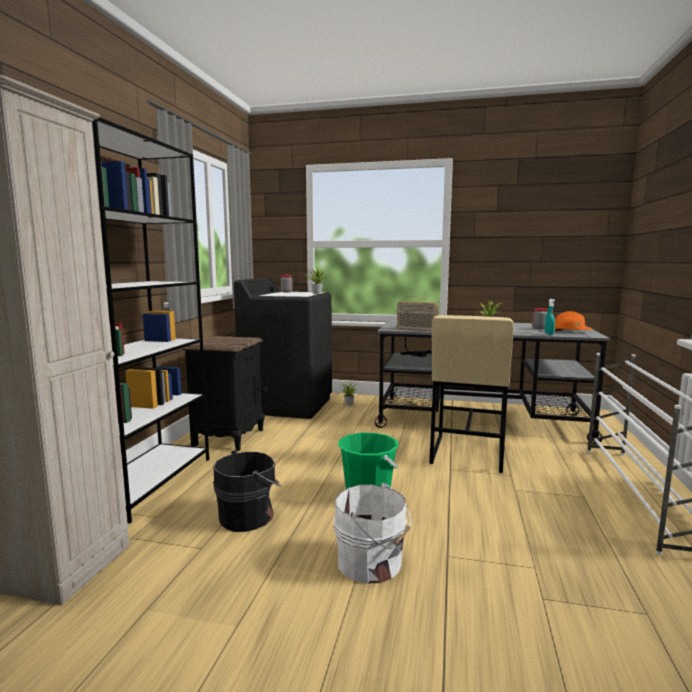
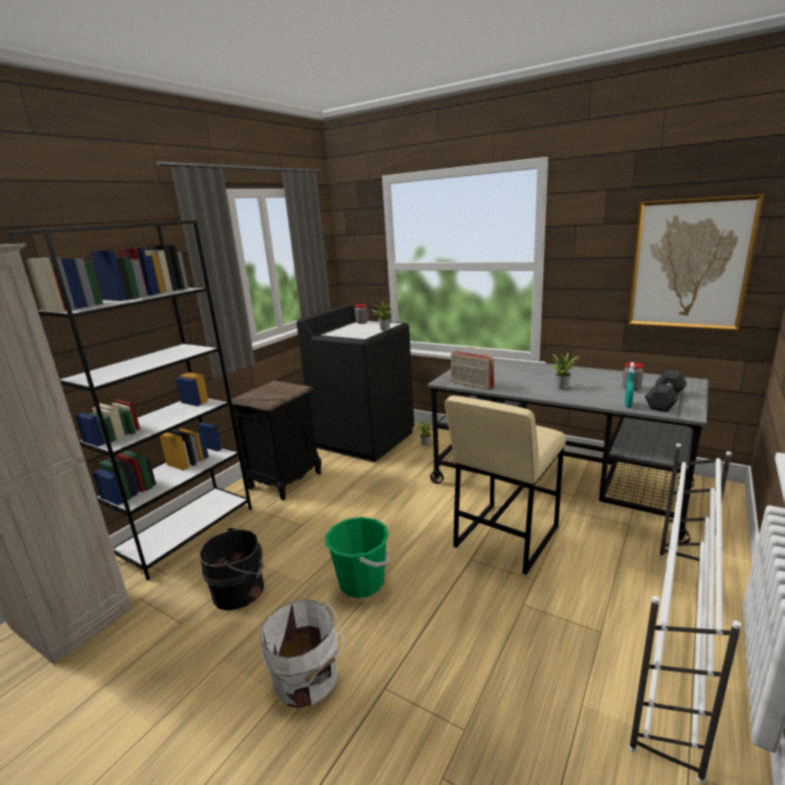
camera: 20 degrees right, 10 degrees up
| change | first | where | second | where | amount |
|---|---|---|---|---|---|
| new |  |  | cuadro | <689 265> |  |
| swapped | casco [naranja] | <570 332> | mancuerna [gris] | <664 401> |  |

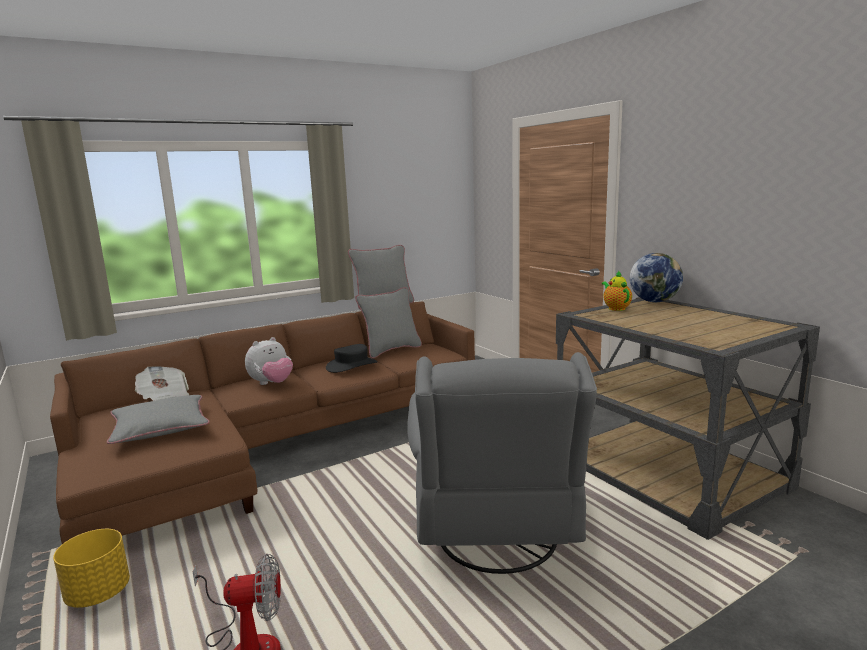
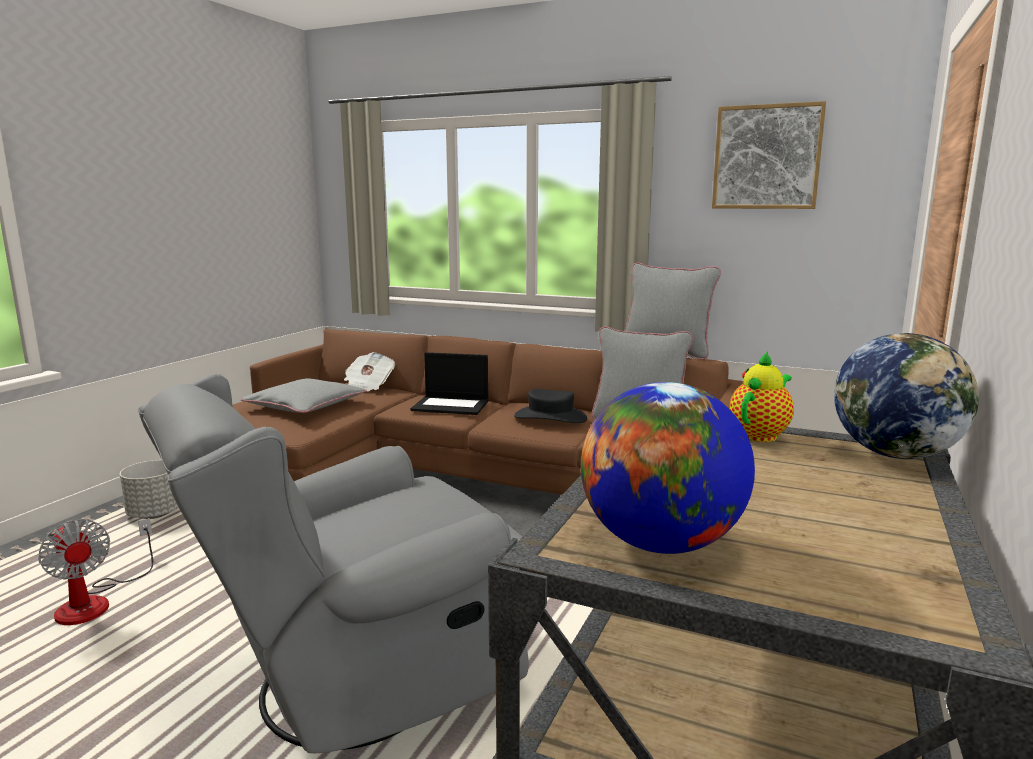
camera: 55 degrees right, 0 degrees up
| change | first | where | second | where | amount |
|---|---|---|---|---|---|
| repainted | maceta [amarillo] | <98 594> | maceta [gris] | <155 514> |  |
| swapped | peluche | <271 383> | portátil | <451 405> |  |
| new |  |  | globo terráqueo | <661 543> |  |
| new |  |  | cuadro | <766 157> |  |

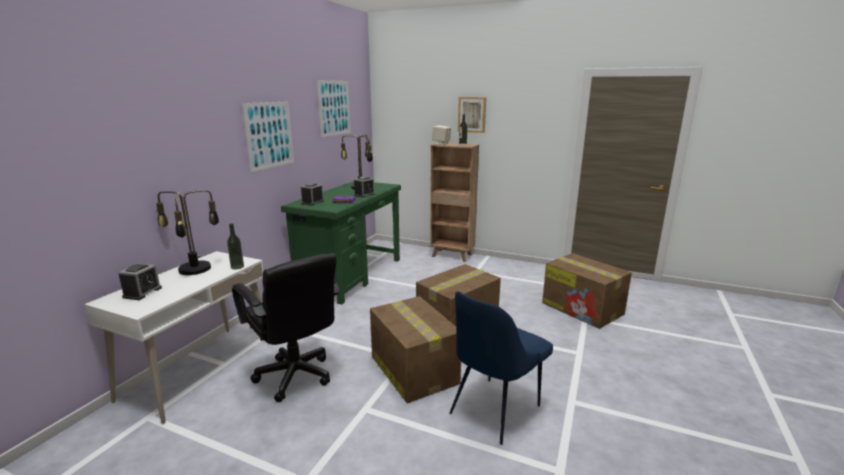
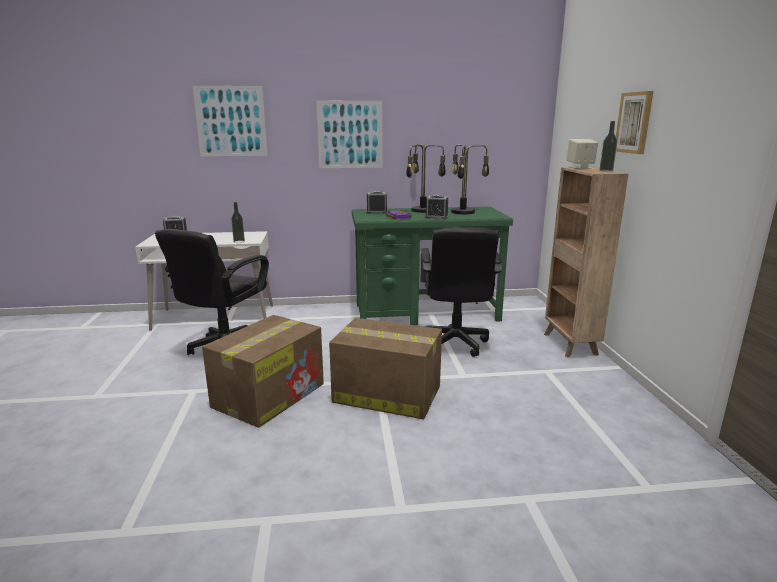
camera: 60 degrees right, 0 degrees up
| change | first | where | second | where | amount |
|---|---|---|---|---|---|
| shifted | cuadro | <334 108> |  | <231 121> |  |
| shifted | lámpara de mesa | <194 269> |  | <422 210> |  |
| new |  |  | silla de oficina [negro] | <456 345> |  |
| gone | silla [azul] | <494 410> |  |  |  |
| gone | caja de cartón | <583 309> |  |  |  |

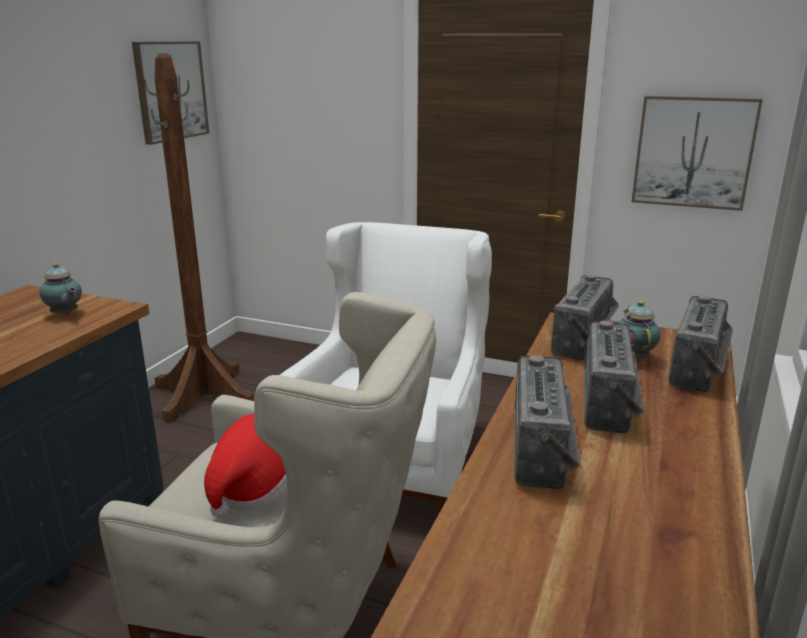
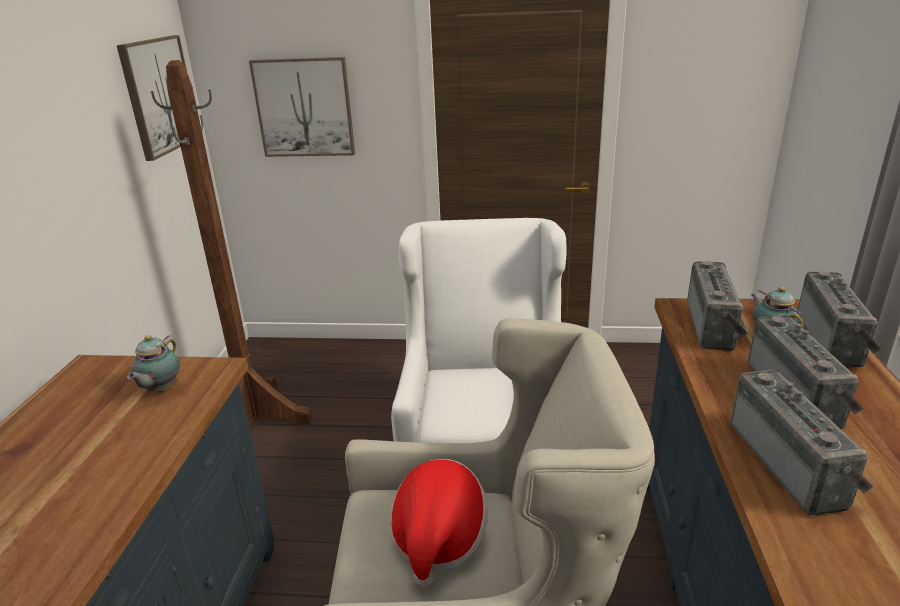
camera: 15 degrees left, 5 degrees up
| change | first | where | second | where | amount |
|---|---|---|---|---|---|
| rotated | tetera | <65 314> |  | <161 390> | 75 degrees clockwise |
| shifted | cuadro | <693 152> |  | <304 107> |  |

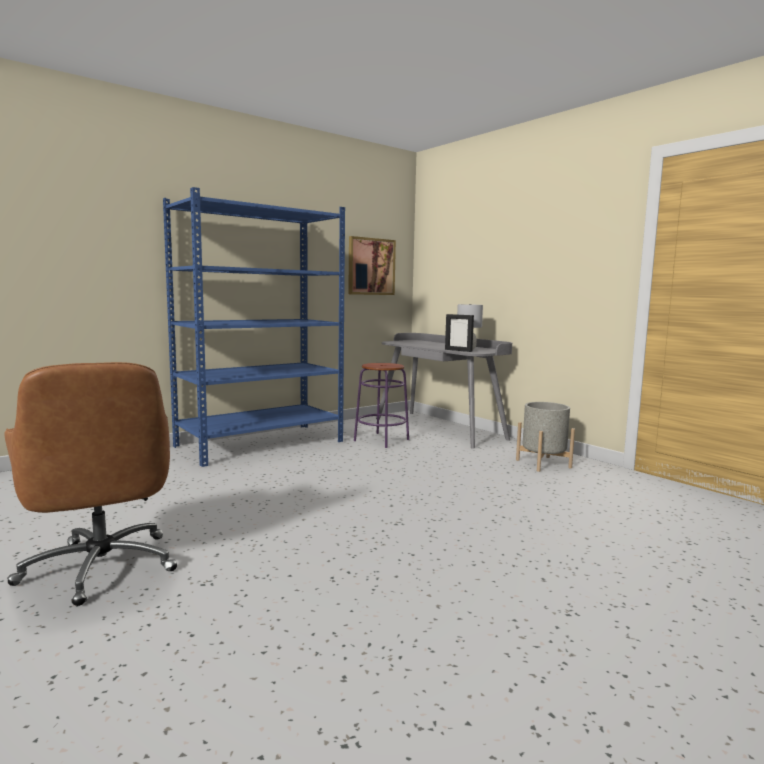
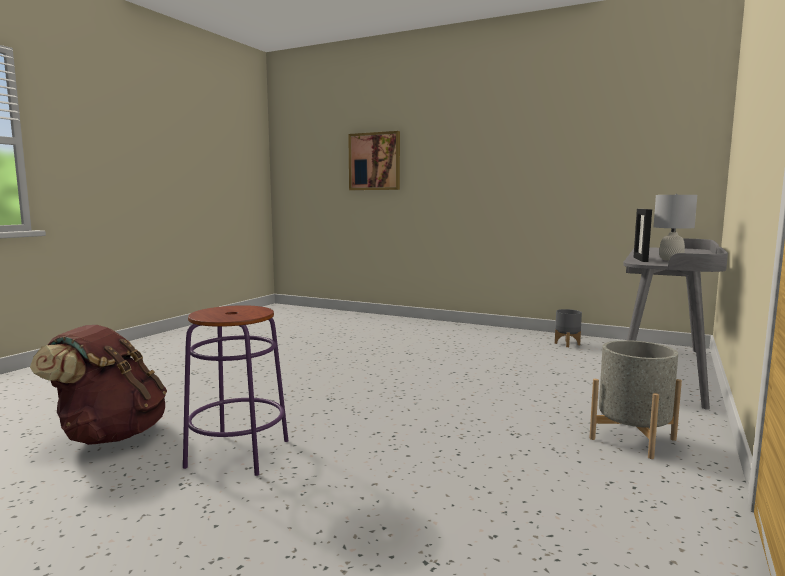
camera: 65 degrees right, 0 degrees up
| change | first | where | second | where | amount |
|---|---|---|---|---|---|
| new |  |  | mochila [marrón] | <110 435> |  |
| shifted | taburete [morado] | <381 440> |  | <238 453> |  |
| shifted | cuadro | <371 266> |  | <374 161> |  |
| new |  |  | maceta [gris] | <567 344> |  |
| gone | silla de oficina [marrón] | <100 567> |  |  |  |
| gone | estantería [azul] | <260 444> |  |  |  |

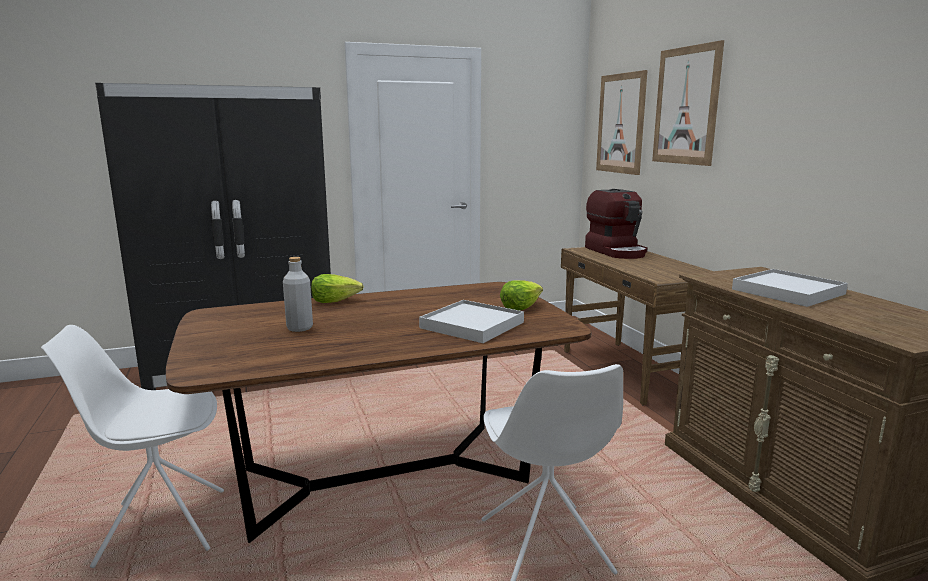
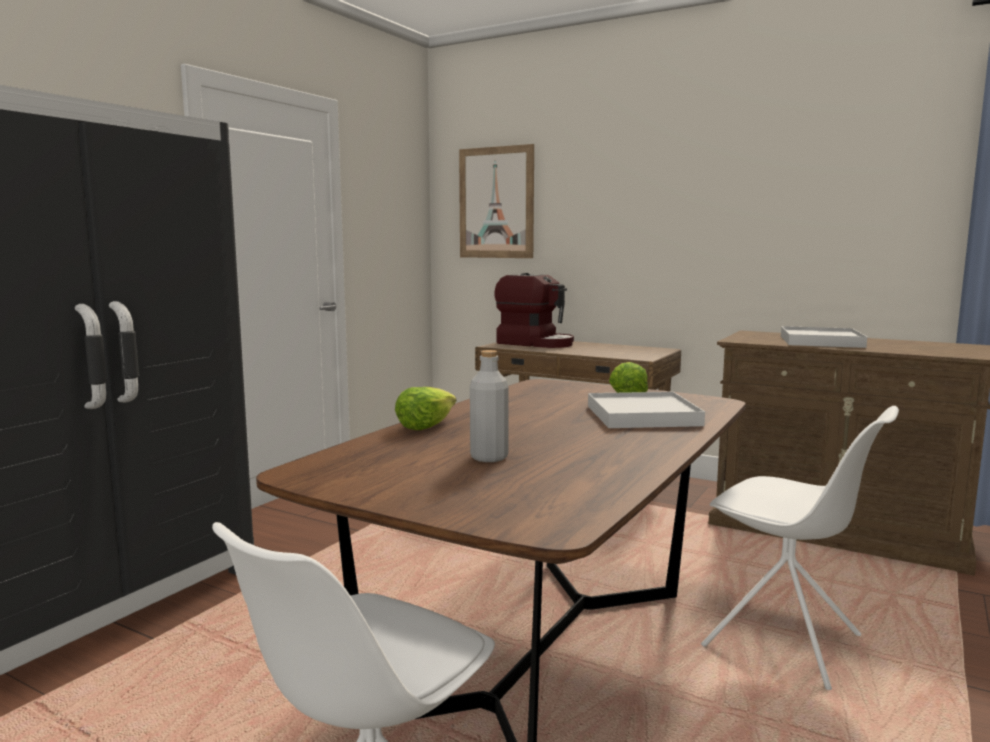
camera: 40 degrees left, 5 degrees down
| change | first | where | second | where | amount |
|---|---|---|---|---|---|
| gone | cuadro | <686 106> |  |  |  |

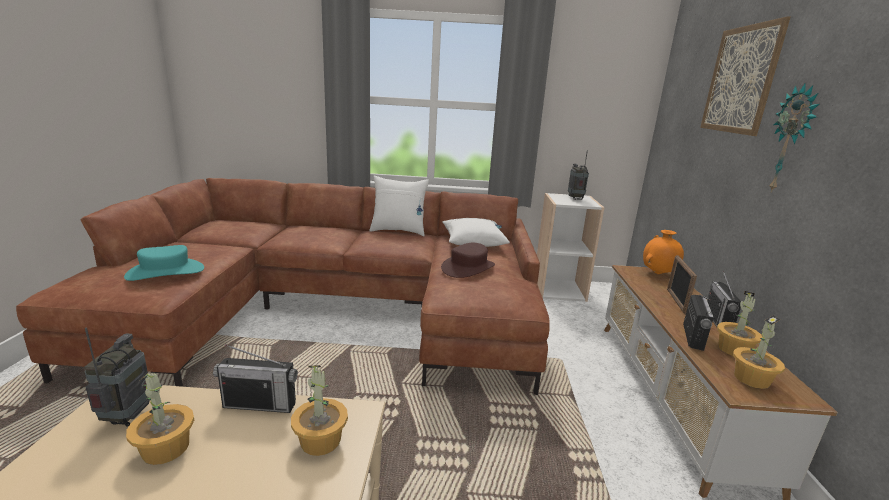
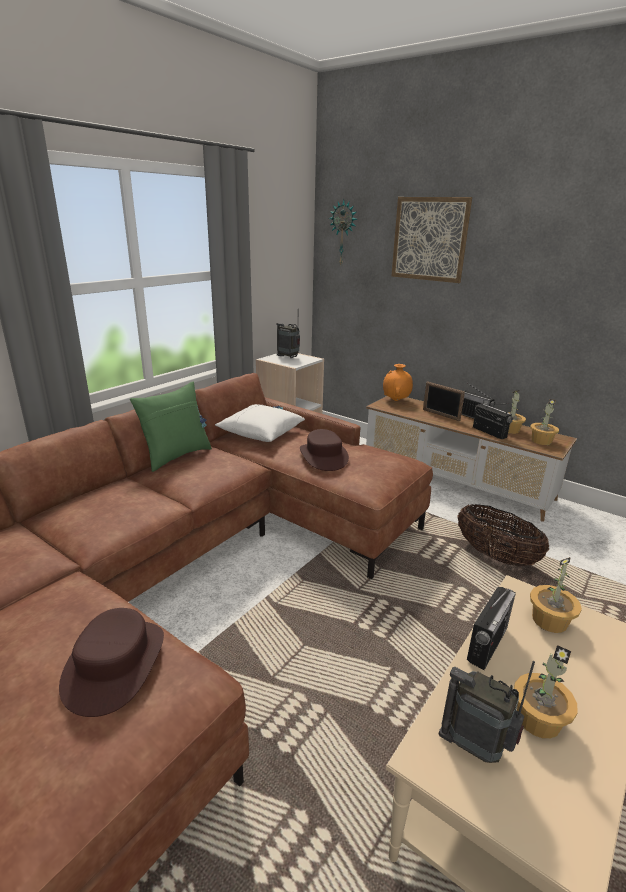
camera: 55 degrees left, 5 degrees up
| change | first | where | second | where | amount |
|---|---|---|---|---|---|
| repainted | sombrero [turquesa] | <166 272> | sombrero [marrón] | <115 664> |  |
| repainted | cojín [blanco] | <398 231> | cojín [verde] | <176 457> |  |
| shifted | reloj de pared | <792 140> |  | <343 233> |  |
| new |  |  | cesta | <495 556> |  |

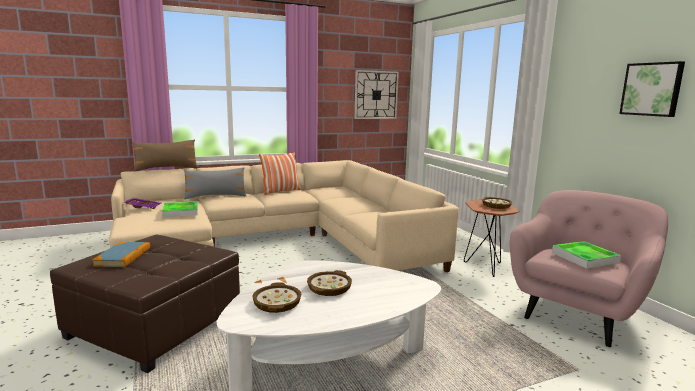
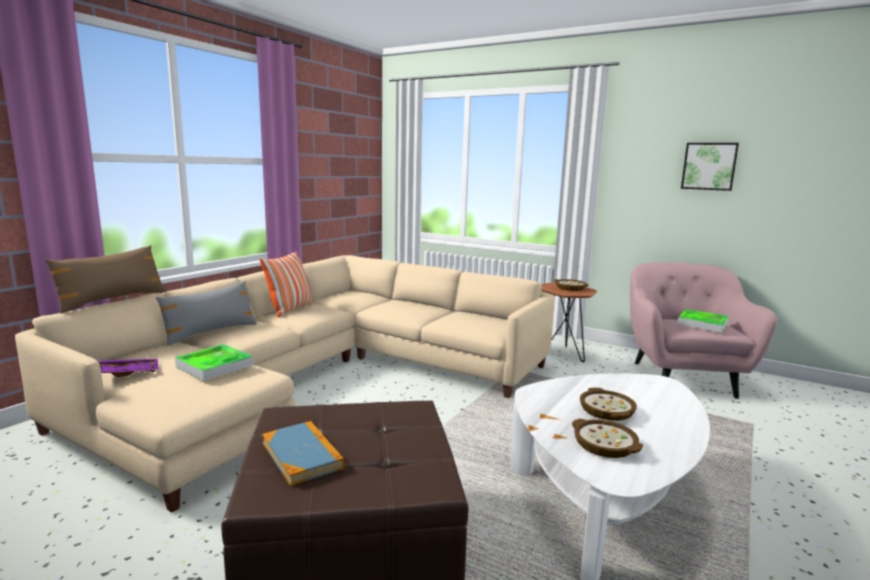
camera: 35 degrees left, 0 degrees up
| change | first | where | second | where | amount |
|---|---|---|---|---|---|
| gone | reloj de pared | <376 95> |  |  |  |

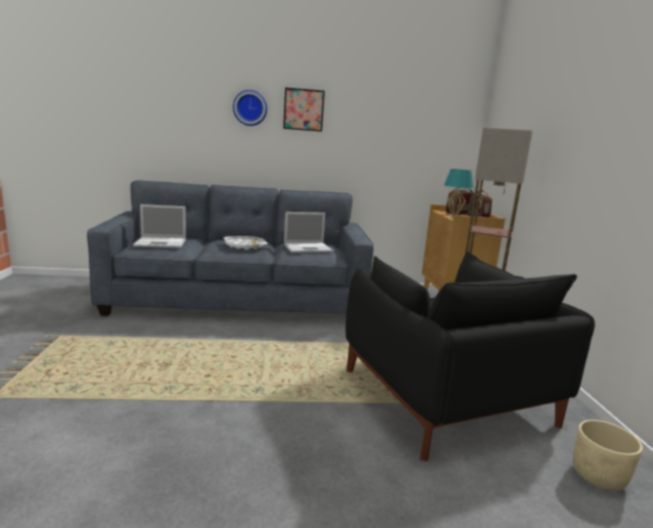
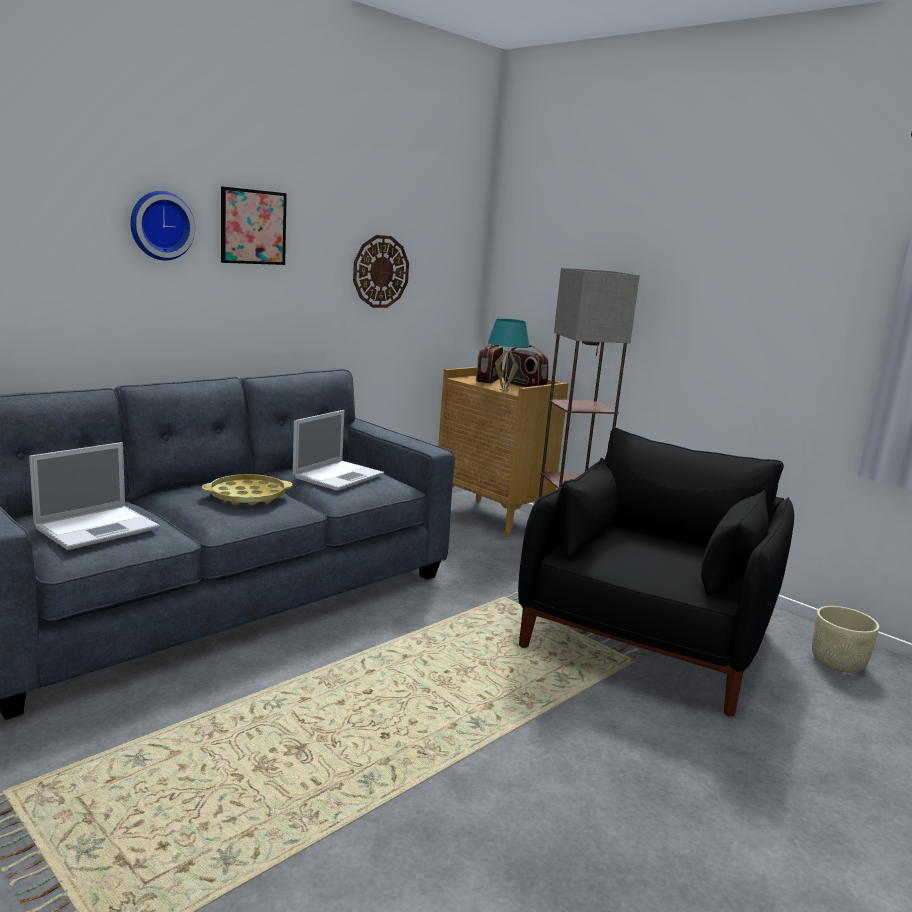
camera: 40 degrees left, 0 degrees up
| change | first | where | second | where | amount |
|---|---|---|---|---|---|
| repainted | bandeja [blanco] | <245 246> | bandeja [amarillo] | <247 496> |  |
| new |  |  | reloj de pared | <380 271> |  |
| rotated | sillón [negro] | <445 396> |  | <647 638> | 90 degrees counterclockwise |

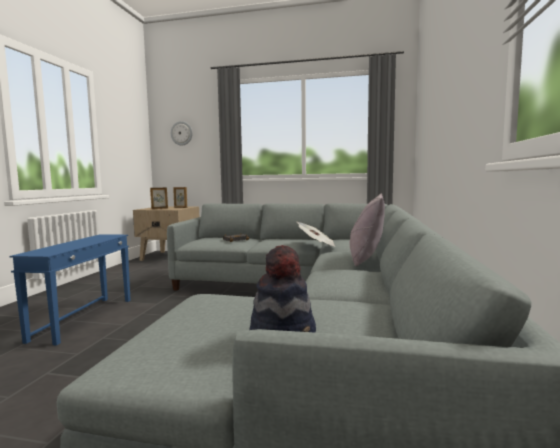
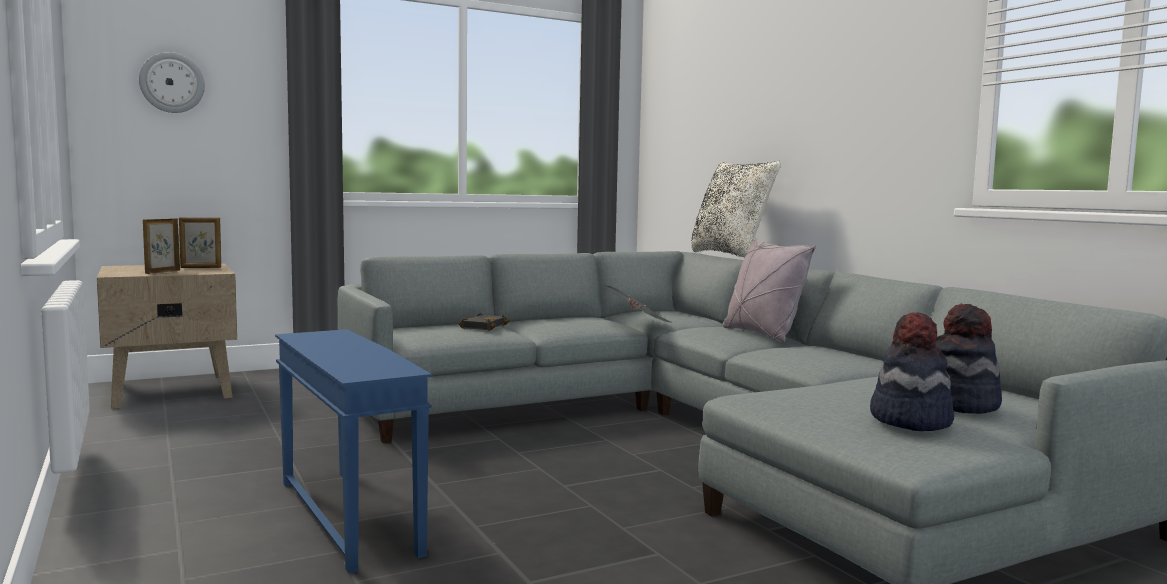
camera: 40 degrees left, 0 degrees up
| change | first | where | second | where | amount |
|---|---|---|---|---|---|
| new |  |  | cojín [beis] | <729 256> |  |
| new |  |  | sombrero | <909 420> |  |

